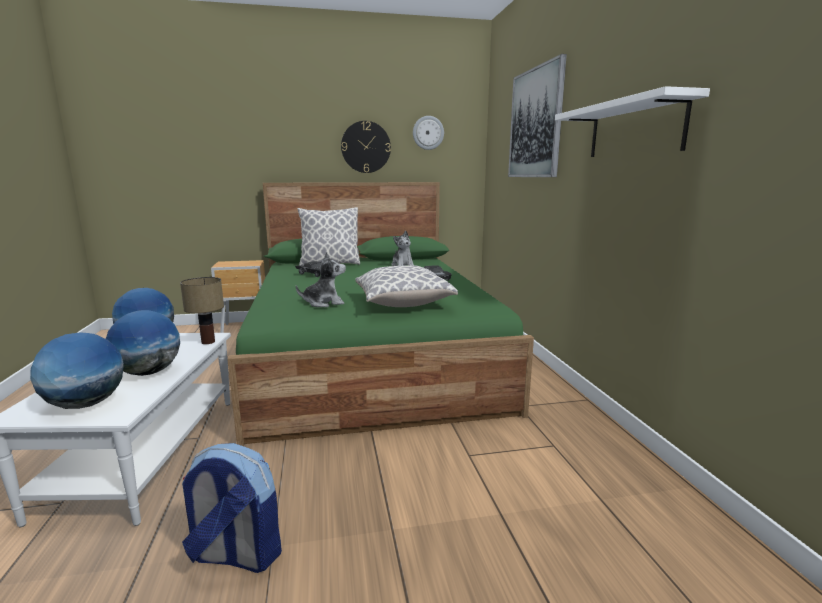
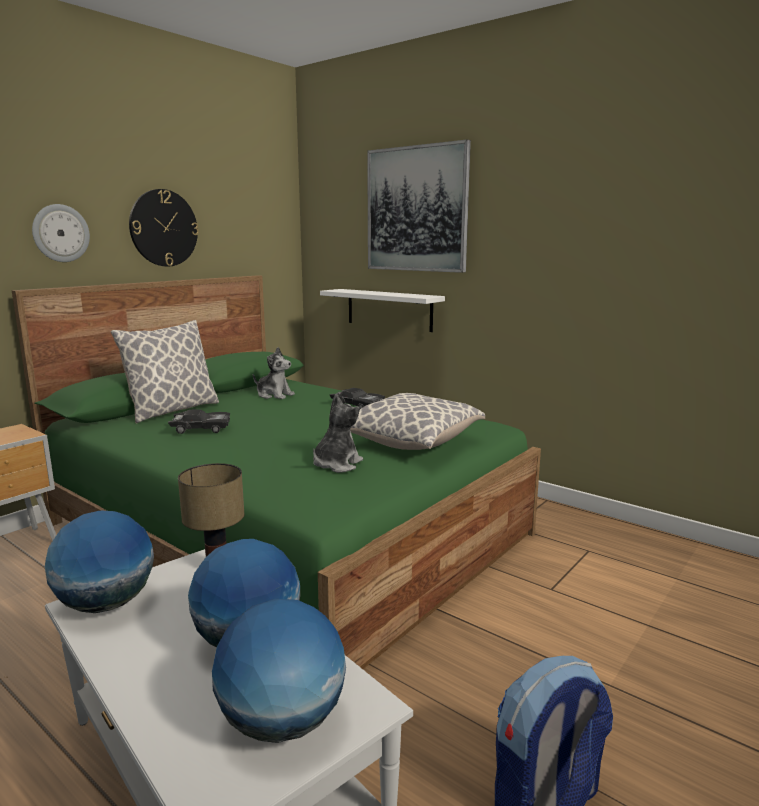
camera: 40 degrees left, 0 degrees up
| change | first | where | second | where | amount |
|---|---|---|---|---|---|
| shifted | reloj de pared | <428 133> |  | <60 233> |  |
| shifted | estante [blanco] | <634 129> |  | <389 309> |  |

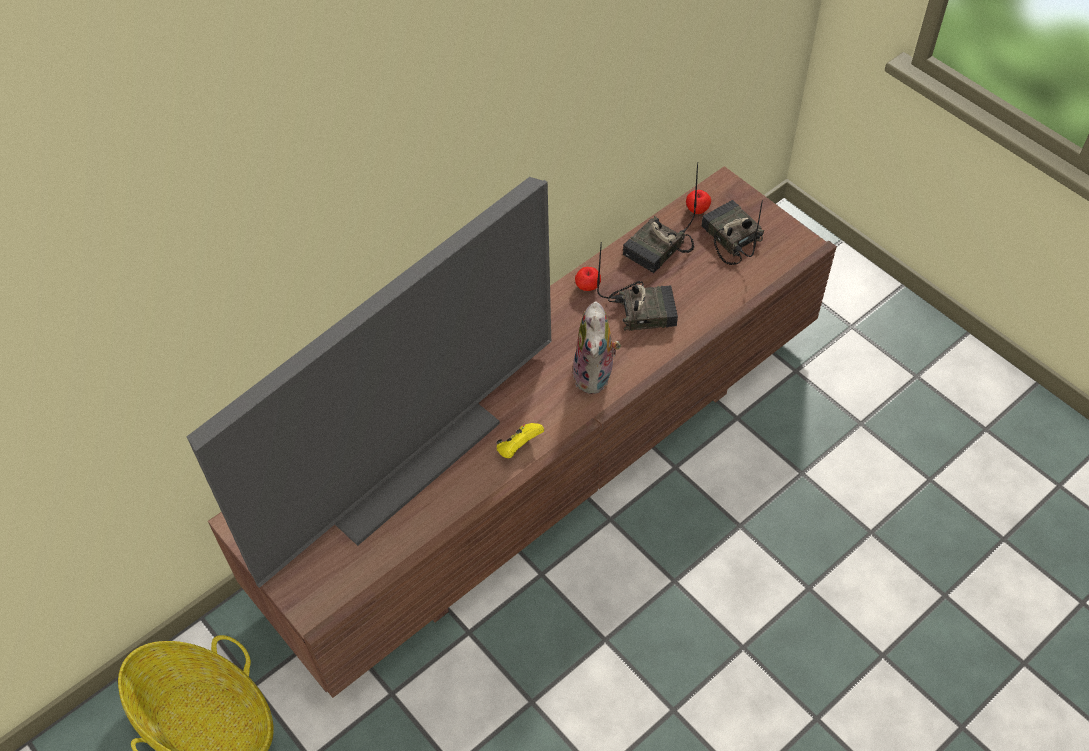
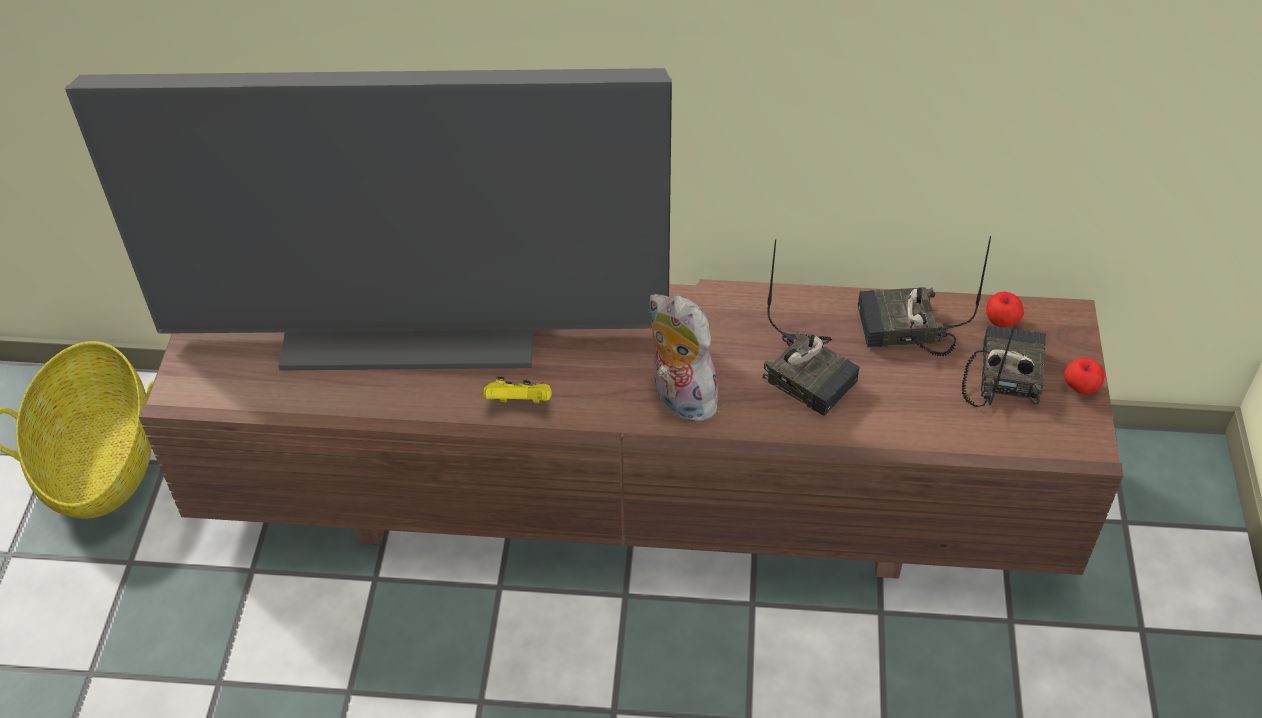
camera: 45 degrees right, 5 degrees down
| change | first | where | second | where | amount |
|---|---|---|---|---|---|
| rotated | peluche | <596 376> |  | <679 398> | 90 degrees clockwise |
| shifted | manzana | <587 287> |  | <1080 387> |  |

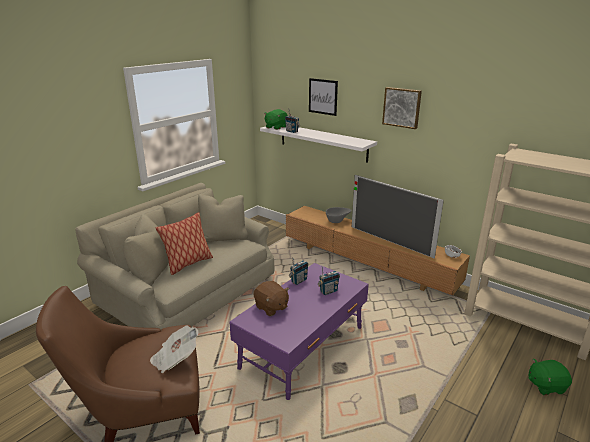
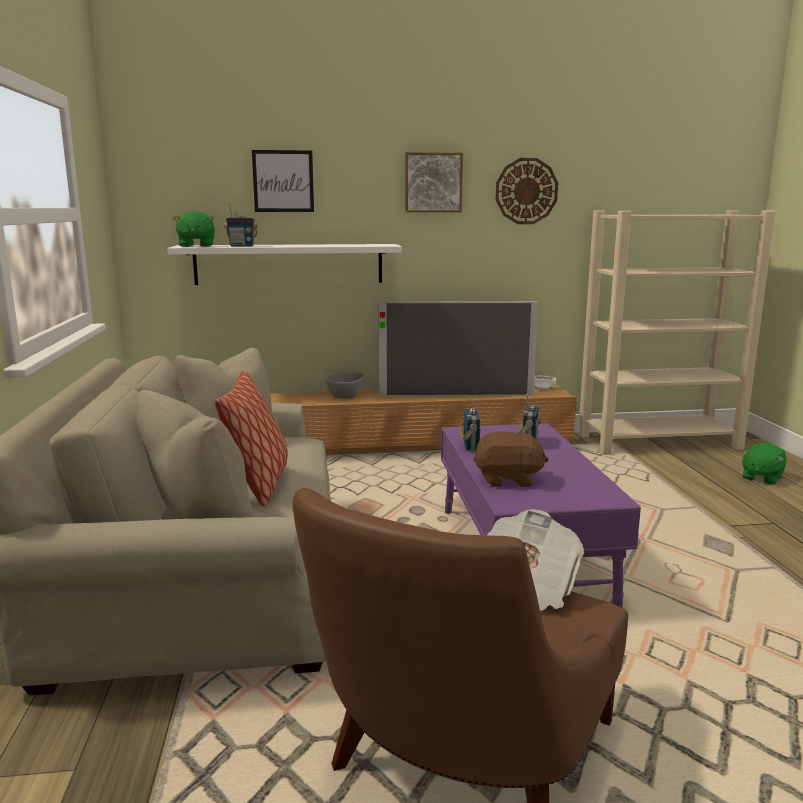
camera: 45 degrees left, 10 degrees down
| change | first | where | second | where | amount |
|---|---|---|---|---|---|
| new |  |  | reloj de pared | <526 191> |  |

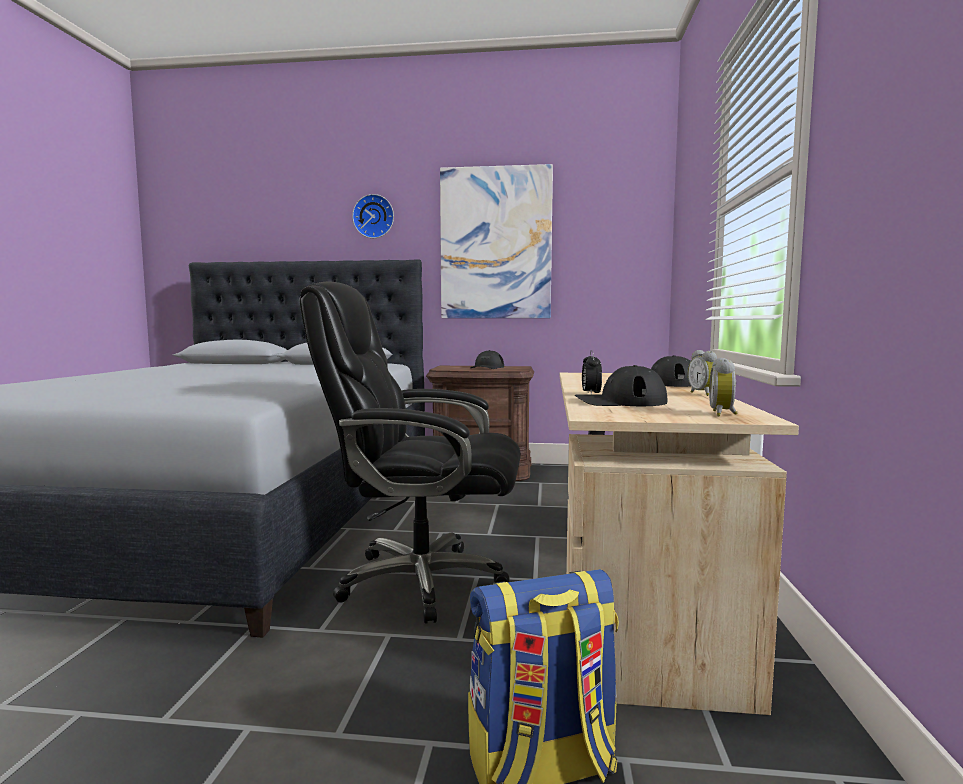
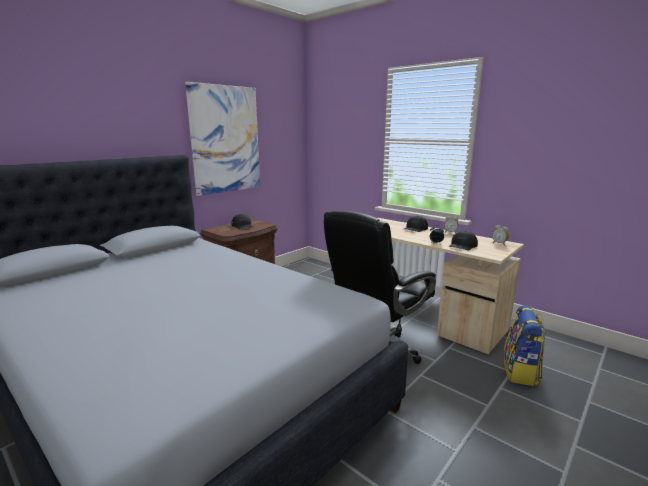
camera: 55 degrees left, 10 degrees up
| change | first | where | second | where | amount |
|---|---|---|---|---|---|
| gone | reloj de pared | <374 217> |  |  |  |

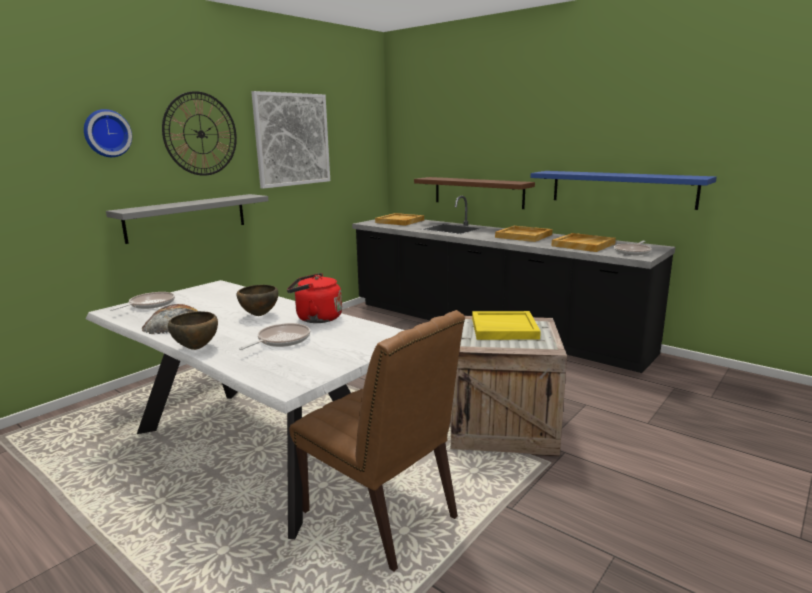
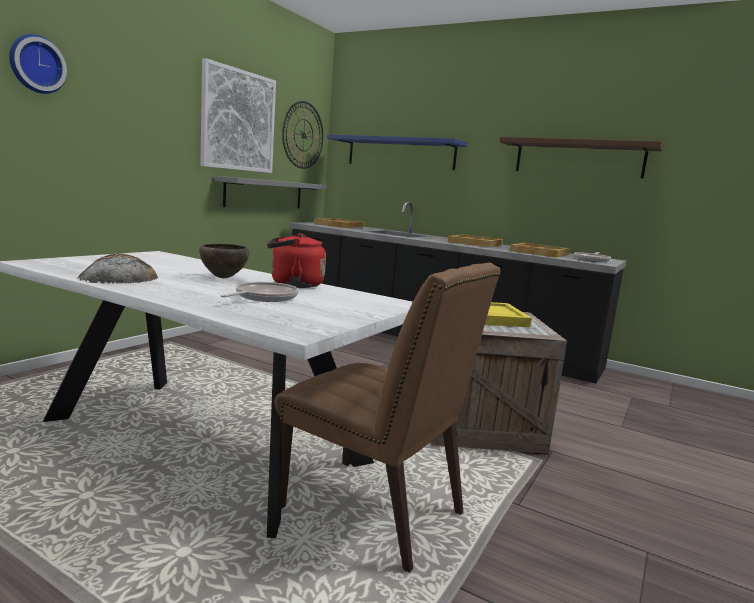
camera: 10 degrees left, 5 degrees down
| change | first | where | second | where | amount |
|---|---|---|---|---|---|
| shifted | estante [gris] | <187 217> |  | <264 193> |  |
| shifted | reloj de pared | <201 134> |  | <303 135> |  |
| shifted | estante [azul] | <621 189> |  | <400 153> |  |
| shifted | estante [marrón] | <478 192> |  | <578 158> |  |
| gone | sartén | <150 304> |  |  |  |
| gone | cuenco [marrón] | <197 348> |  |  |  |

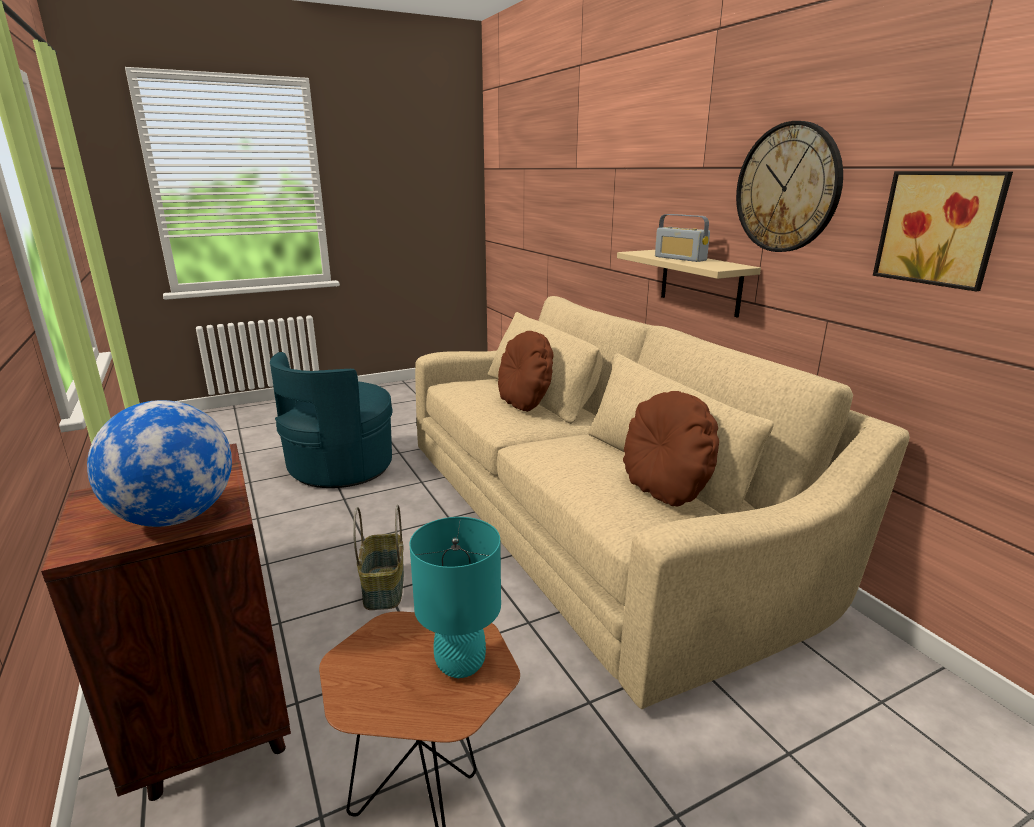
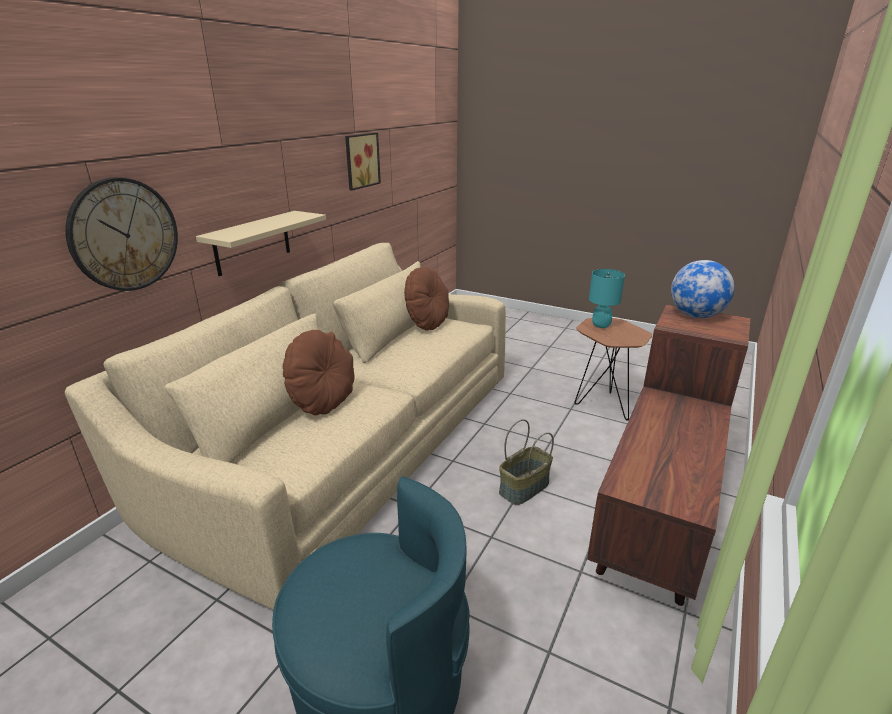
camera: 125 degrees left, 5 degrees up
| change | first | where | second | where | amount |
|---|---|---|---|---|---|
| shifted | reloj de pared | <787 188> |  | <124 235> |  |
| gone | radio | <680 258> |  |  |  |

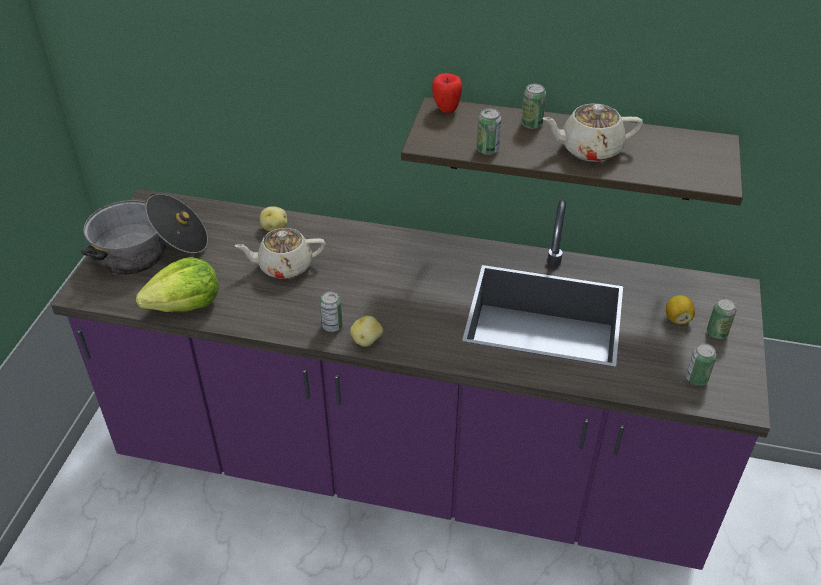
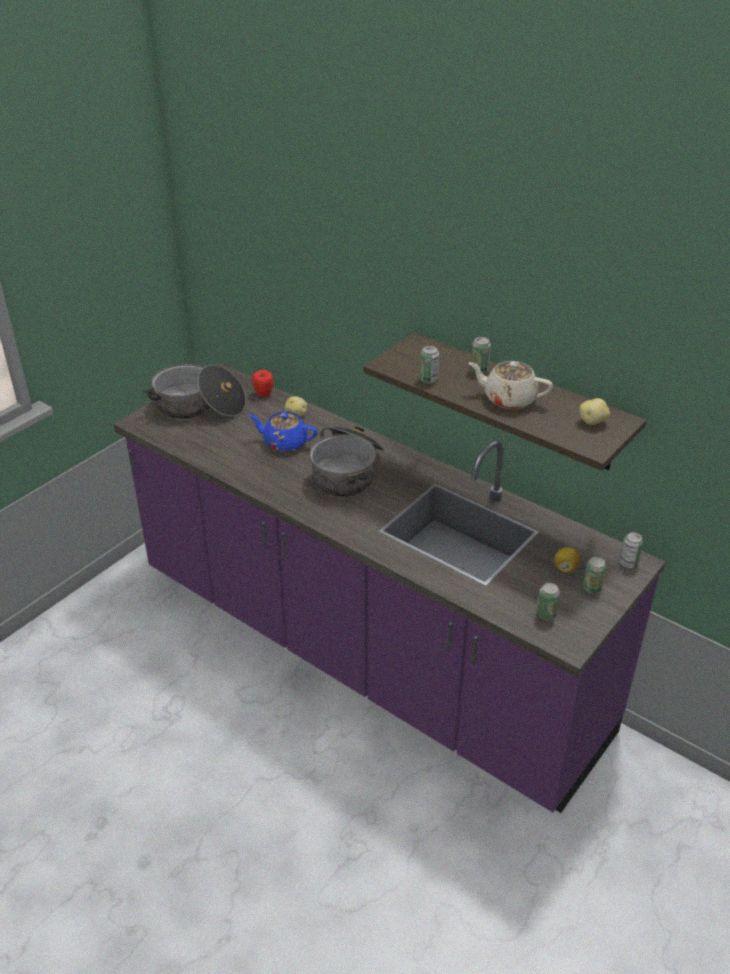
camera: 25 degrees right, 5 degrees down
| change | first | where | second | where | amount |
|---|---|---|---|---|---|
| repainted | tetera [beis] | <284 266> | tetera [azul] | <284 443> |  |
| shifted | manzana | <446 109> |  | <263 394> |  |
| new |  |  | olla | <348 472> |  |
| shifted | patata | <367 340> |  | <593 422> |  |
| shifted | lata | <332 326> |  | <628 563> |  |
| gone | lechuga | <186 305> |  |  |  |

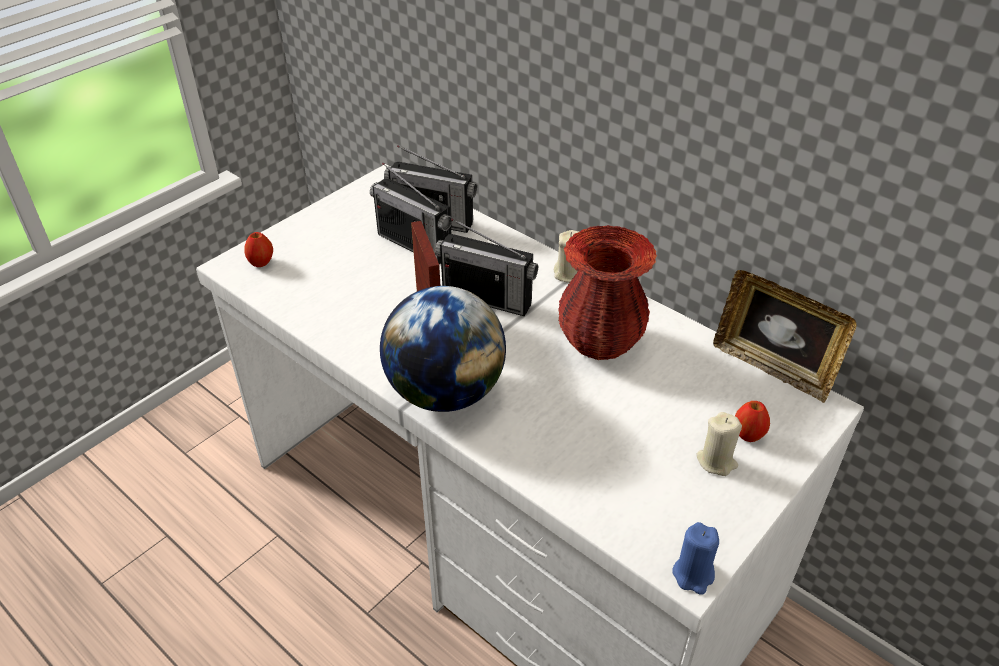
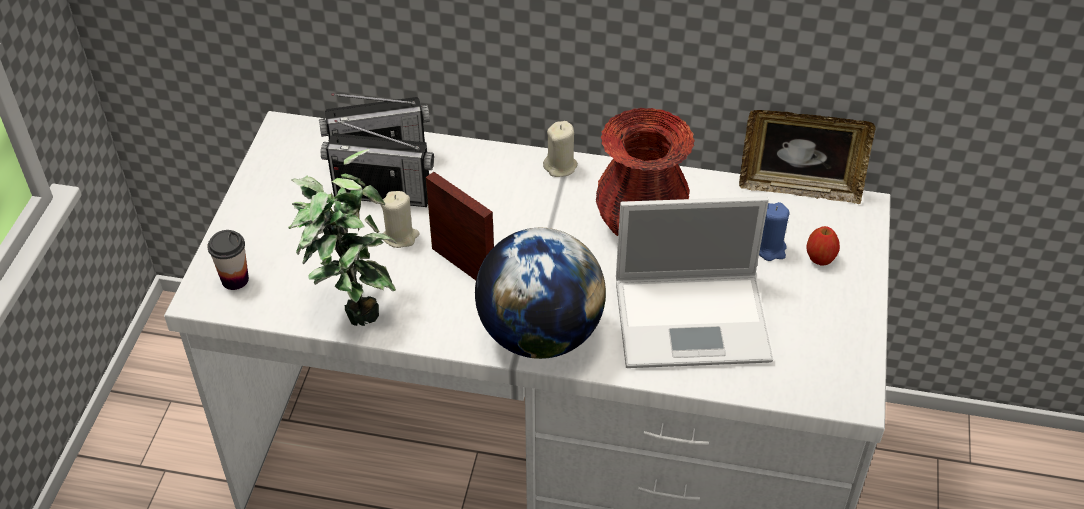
camera: 30 degrees left, 5 degrees up
| change | first | where | second | where | amount |
|---|---|---|---|---|---|
| swapped | manzana | <261 263> | taza | <235 279> |  |
| new |  |  | planta en maceta | <352 304> |  |
| shifted | vela [beis] | <716 461> |  | <400 236> |  |
| new |  |  | portátil | <695 319> |  |
| shifted | vela [azul] | <693 574> |  | <769 248> |  |
| gone | radio | <487 298> |  |  |  |

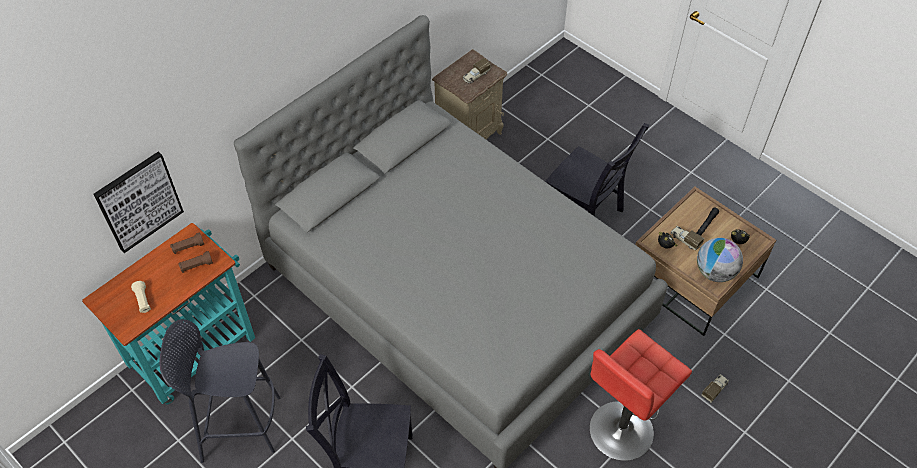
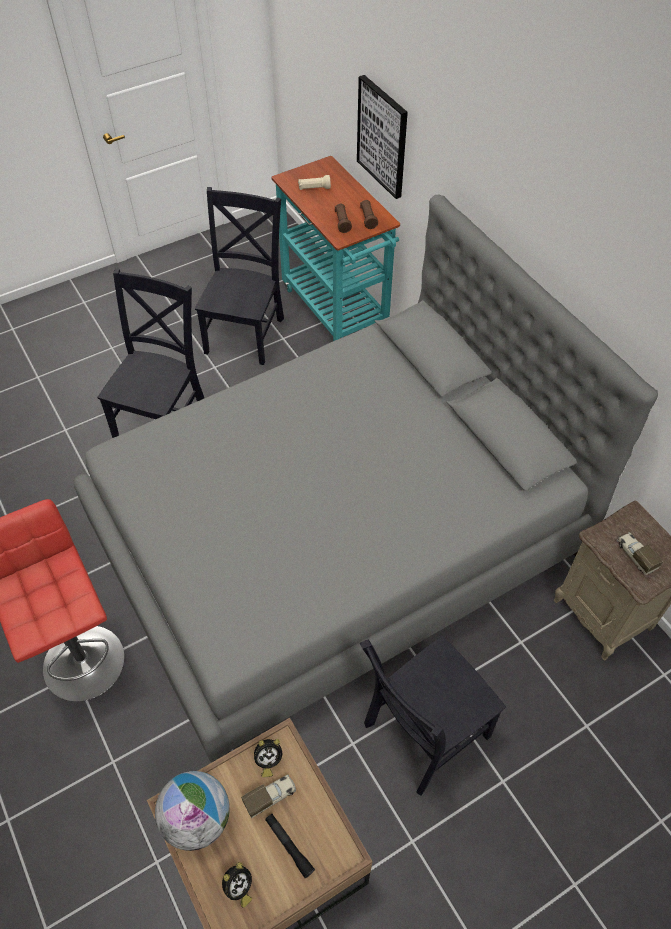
camera: 105 degrees right, 0 degrees up
| change | first | where | second | where | amount |
|---|---|---|---|---|---|
| swapped | taburete [gris] | <239 424> | silla [negro] | <246 333> |  |
| gone | camión de juguete | <714 390> |  |  |  |

